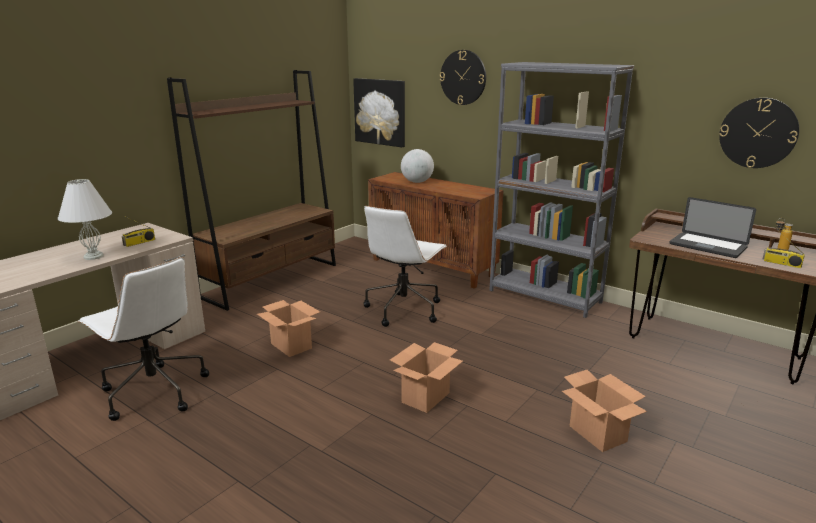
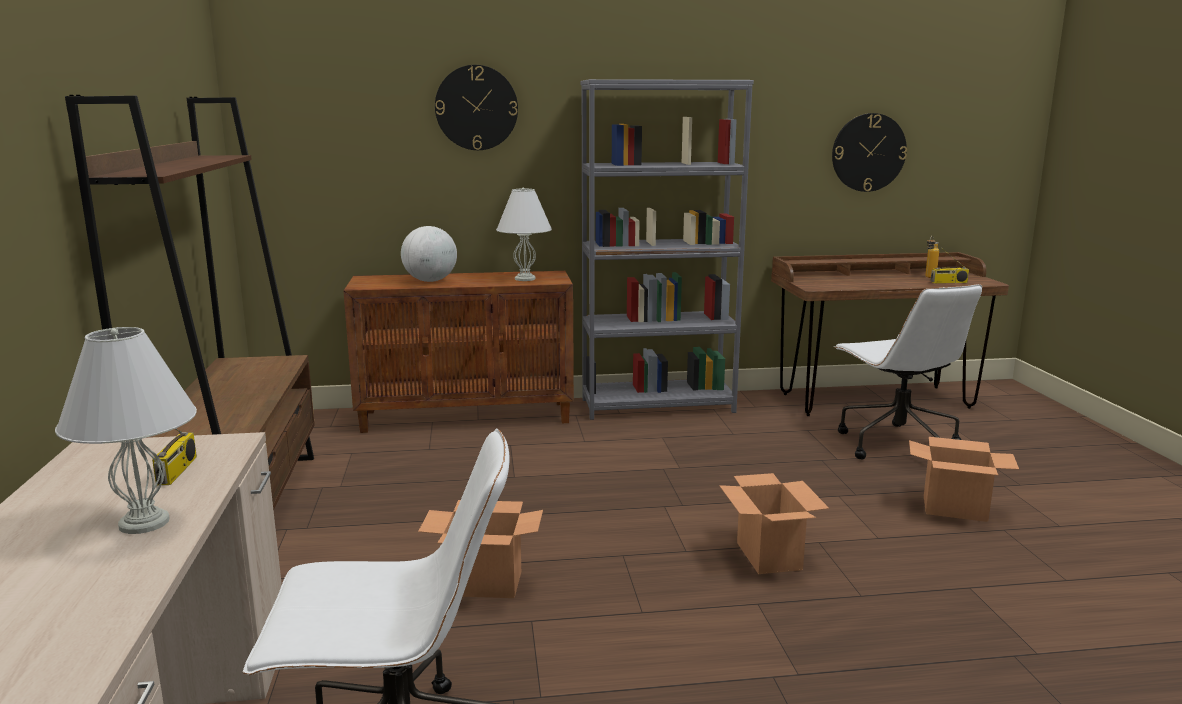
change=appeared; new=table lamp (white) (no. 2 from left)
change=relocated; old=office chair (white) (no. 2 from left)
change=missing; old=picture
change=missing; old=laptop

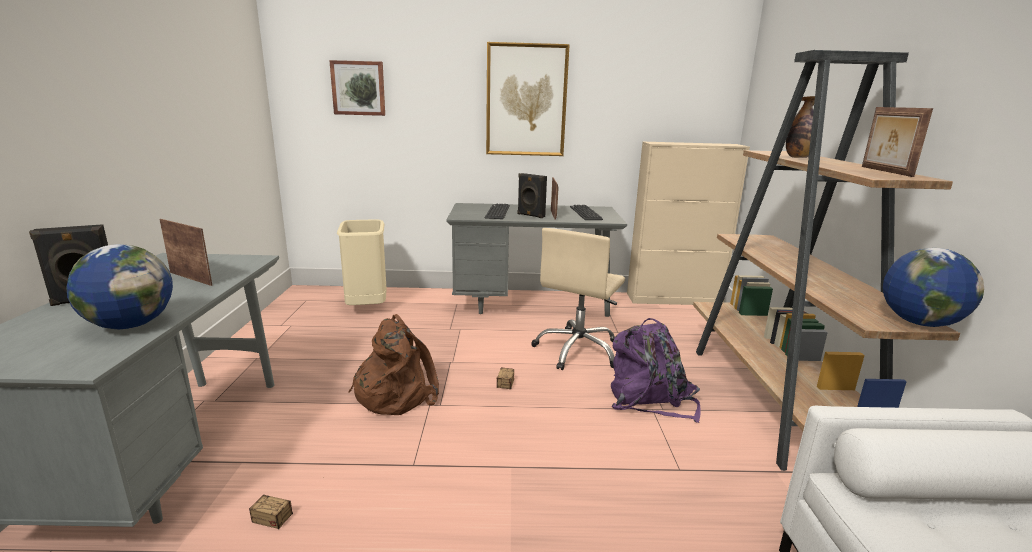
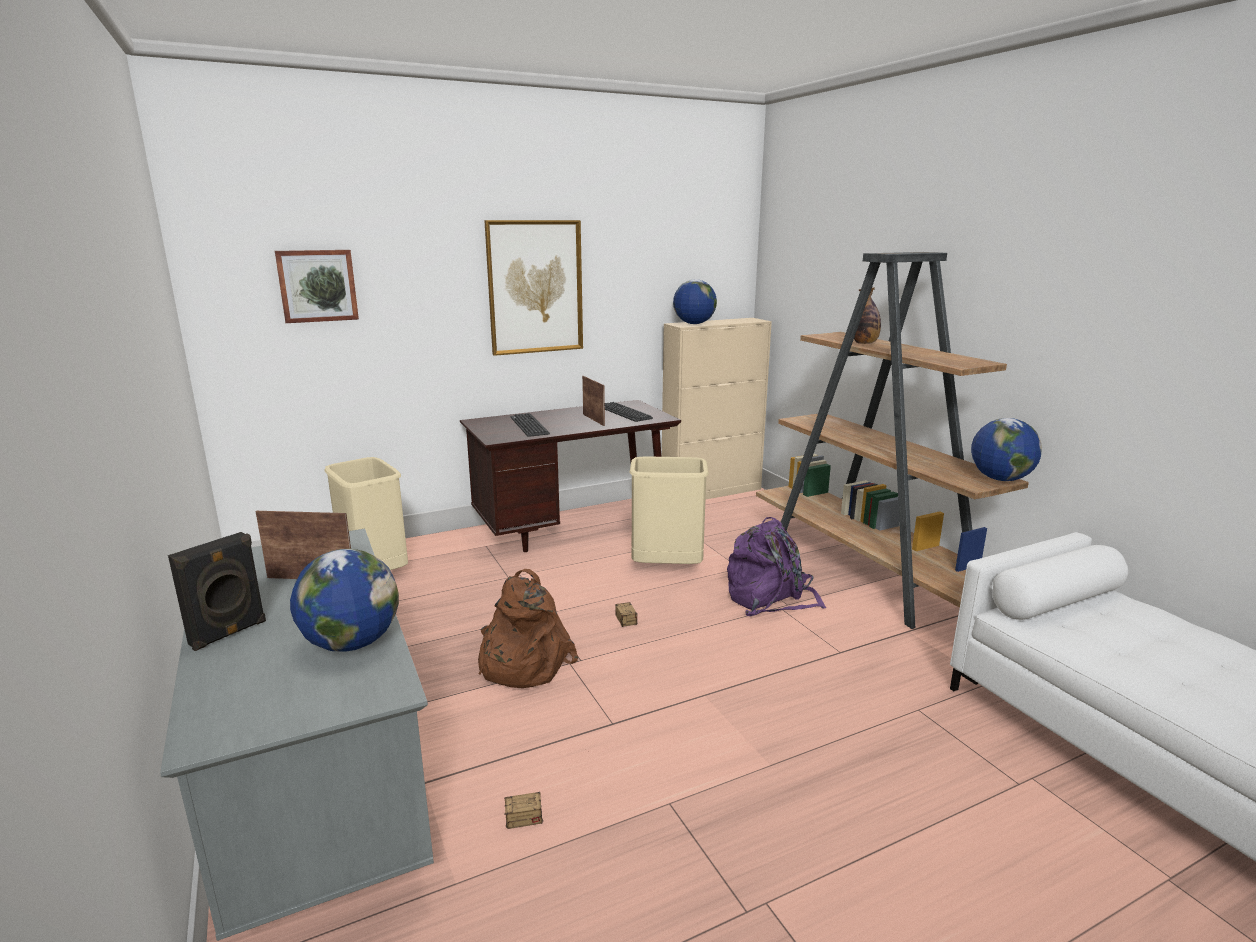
change=colour; old=desk (grey) (no. 2 from left); new=desk (brown)
change=exchanged; old=office chair (beige); new=trash can (beige) (no. 2 from left)
change=appeared; new=globe (no. 2 from left)
change=missing; old=speaker (black) (no. 2 from left)
change=missing; old=picture frame (no. 3 from left)

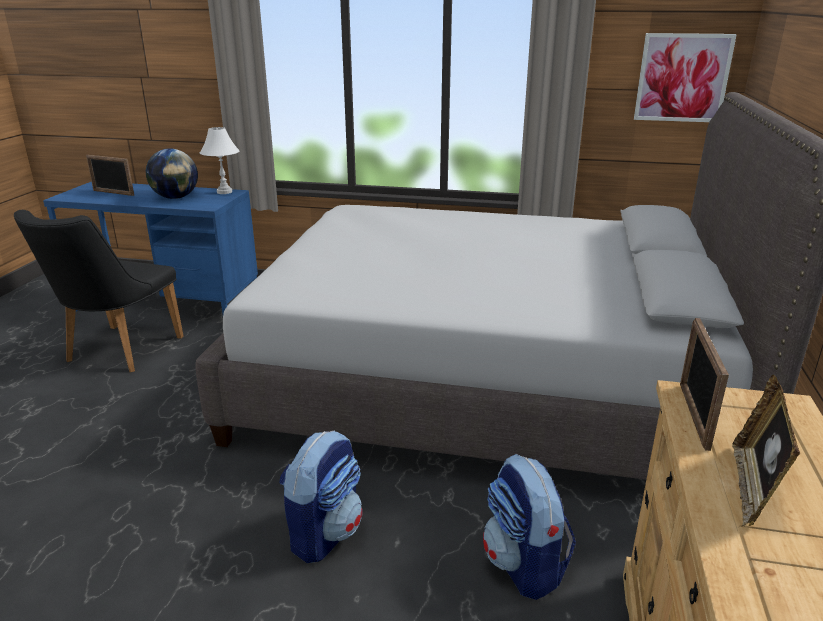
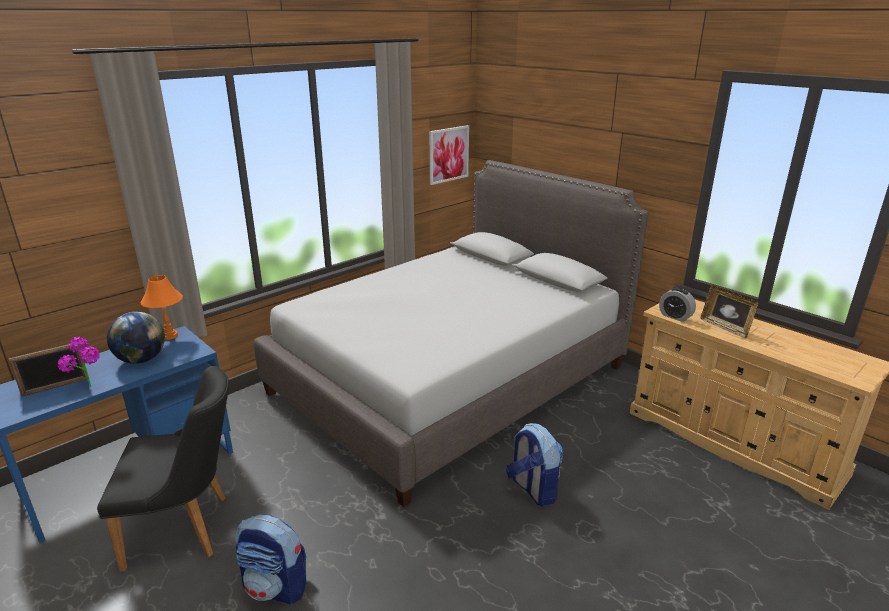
change=appeared; new=potted plant
change=spun; old=chair (black); degrees=-60
change=colour; old=table lamp (white); new=table lamp (orange)
change=relocated; old=backpack (no. 2 from left in the first image); new=backpack (no. 1 from left)
change=exchanged; old=picture frame (no. 2 from left); new=alarm clock

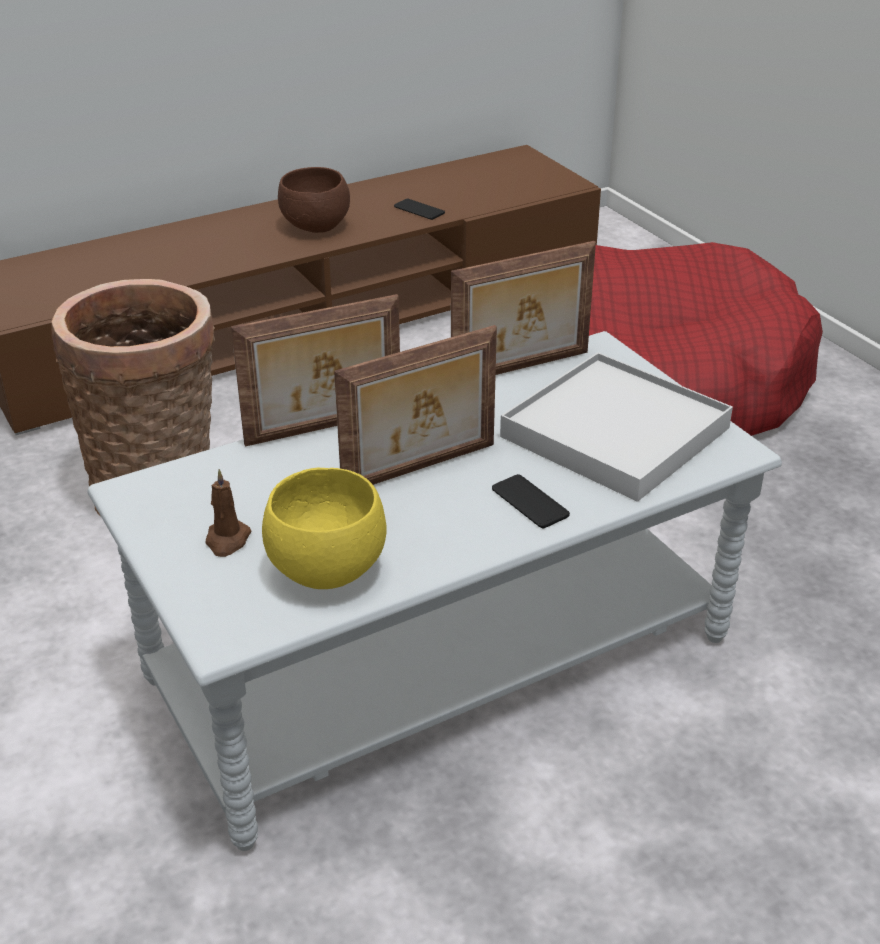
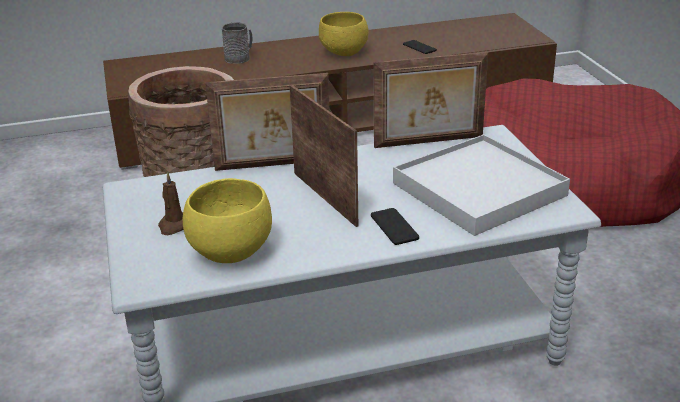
change=appeared; new=mug (grey)
change=spun; old=picture frame (no. 2 from left); degrees=-105
change=colour; old=bowl (brown); new=bowl (yellow) (no. 2 from left)

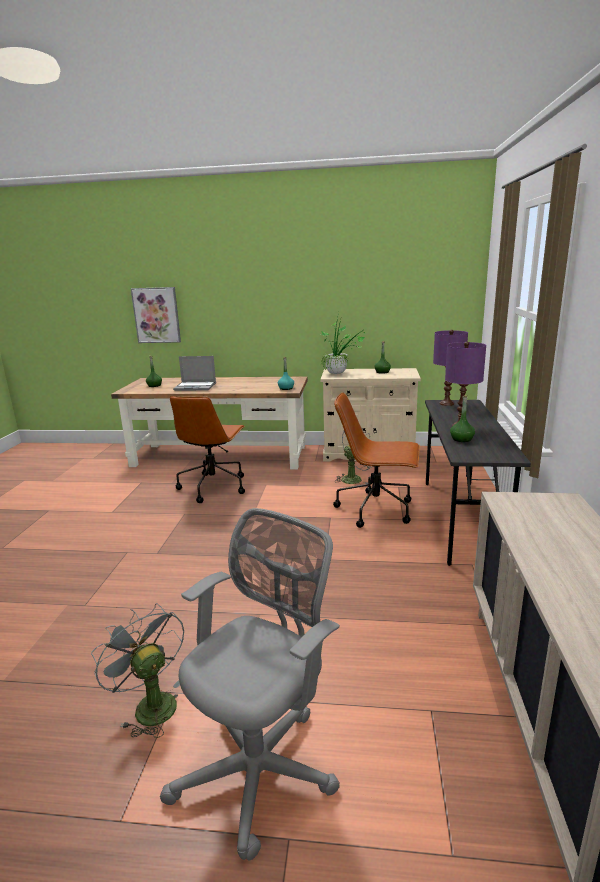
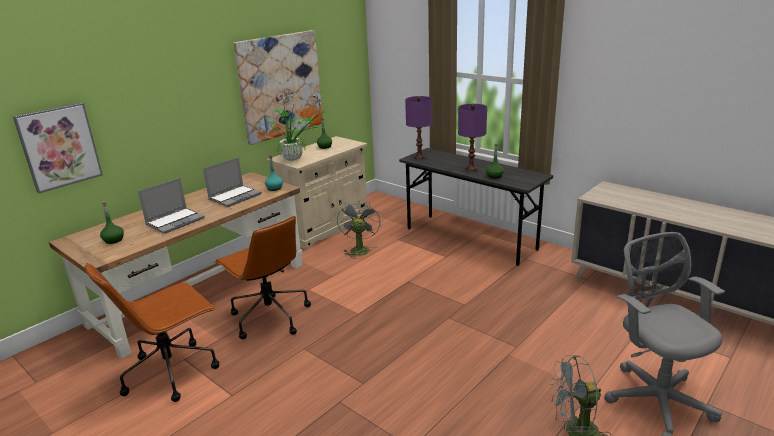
change=relocated; old=office chair (brown) (no. 2 from left in the first image); new=office chair (brown) (no. 1 from left)
change=appeared; new=laptop (no. 2 from left)
change=appeared; new=picture (no. 2 from left)

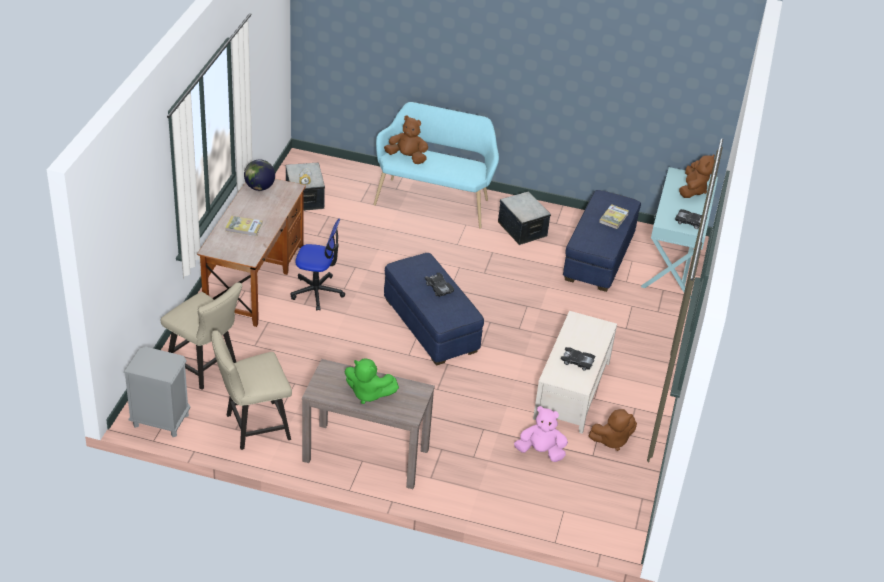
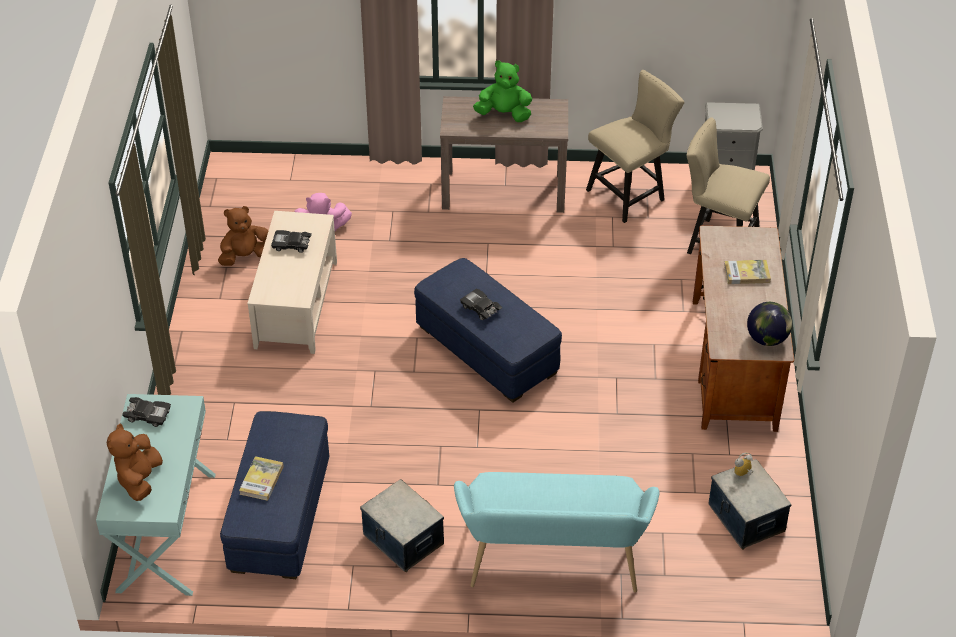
change=missing; old=office chair
change=missing; old=plush toy (brown) (no. 1 from left)

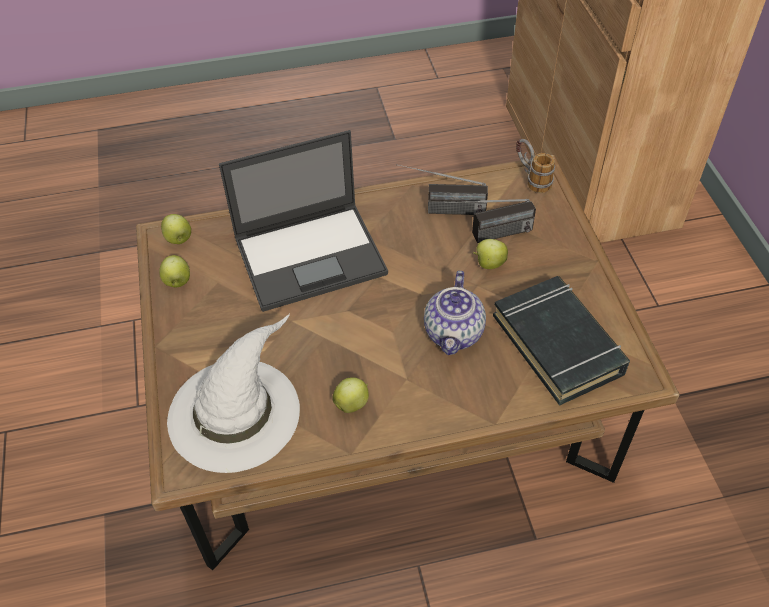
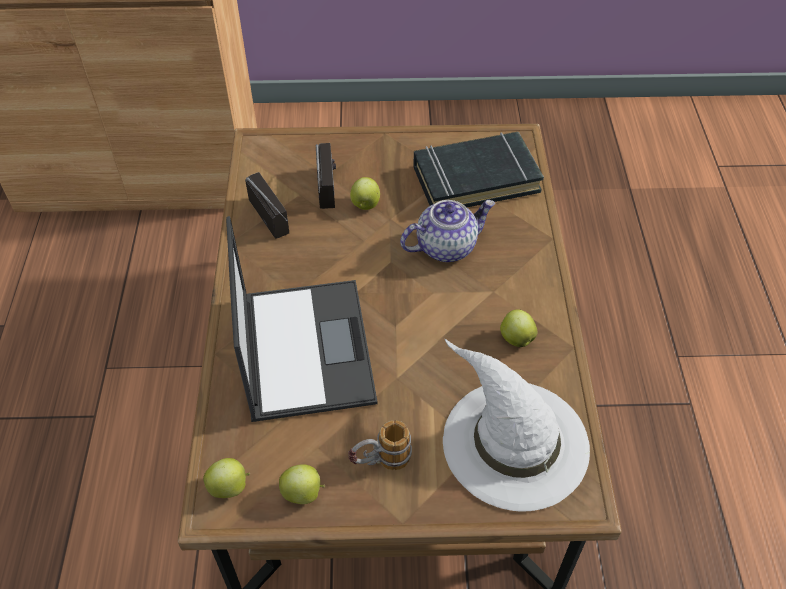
change=spun; old=radio (no. 1 from left); degrees=-45
change=relocated; old=mug
change=spun; old=teapot; degrees=-45

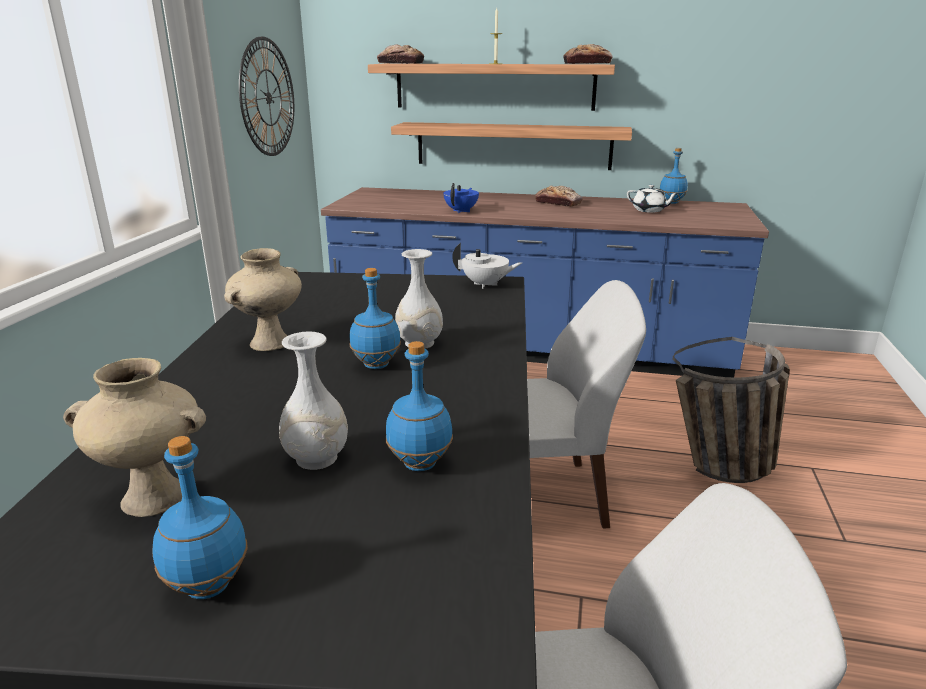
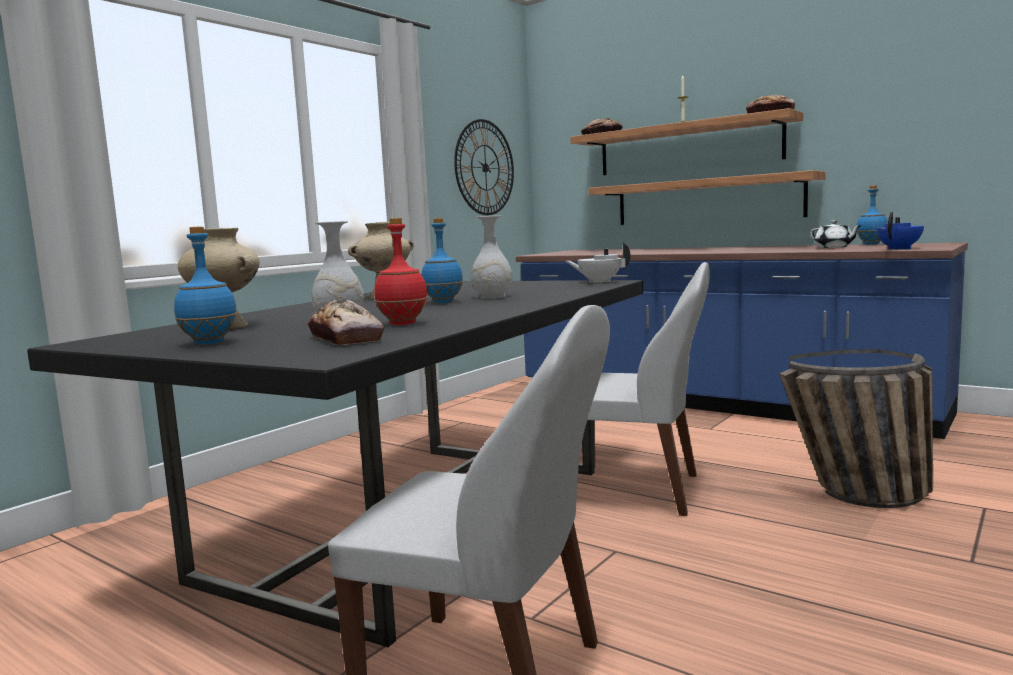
change=relocated; old=bread (no. 2 from left in the first image); new=bread (no. 1 from left)
change=colour; old=bottle (blue) (no. 3 from left); new=bottle (red)
change=spun; old=teapot (white) (no. 1 from left); degrees=150
change=relocated; old=teapot (blue)

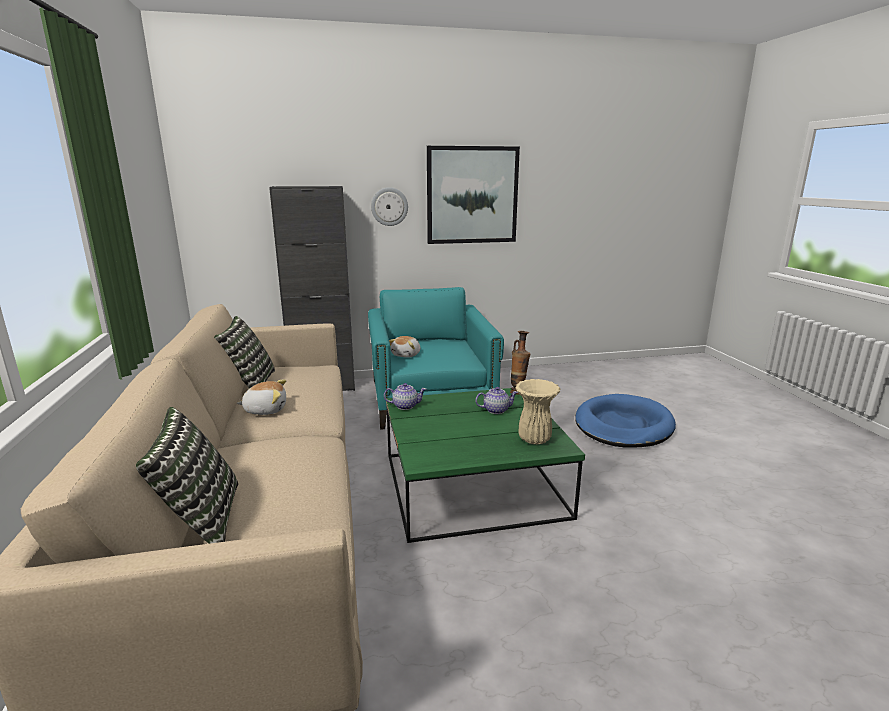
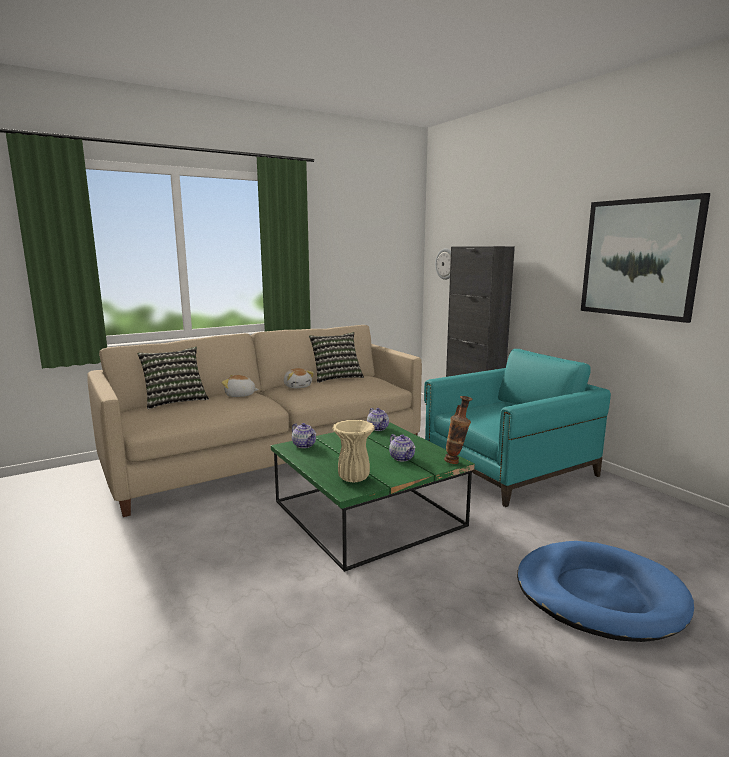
change=relocated; old=plush toy (no. 2 from left in the first image); new=plush toy (no. 1 from left)
change=appeared; new=teapot (no. 1 from left)
change=relocated; old=wall clock

